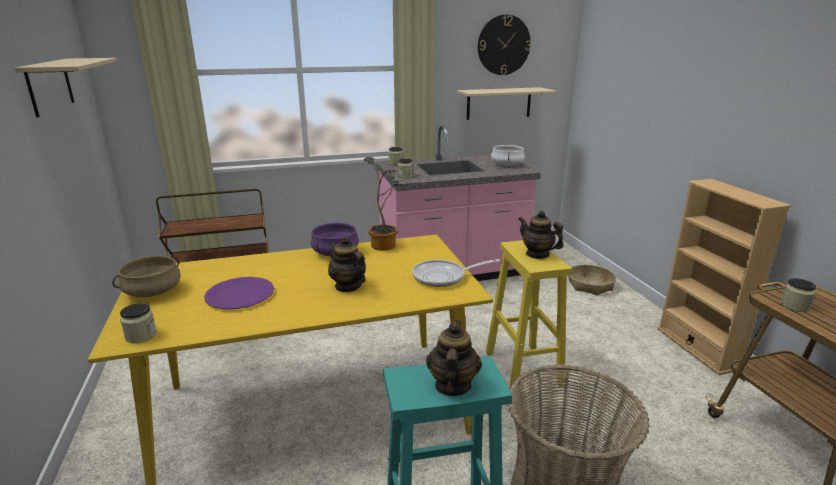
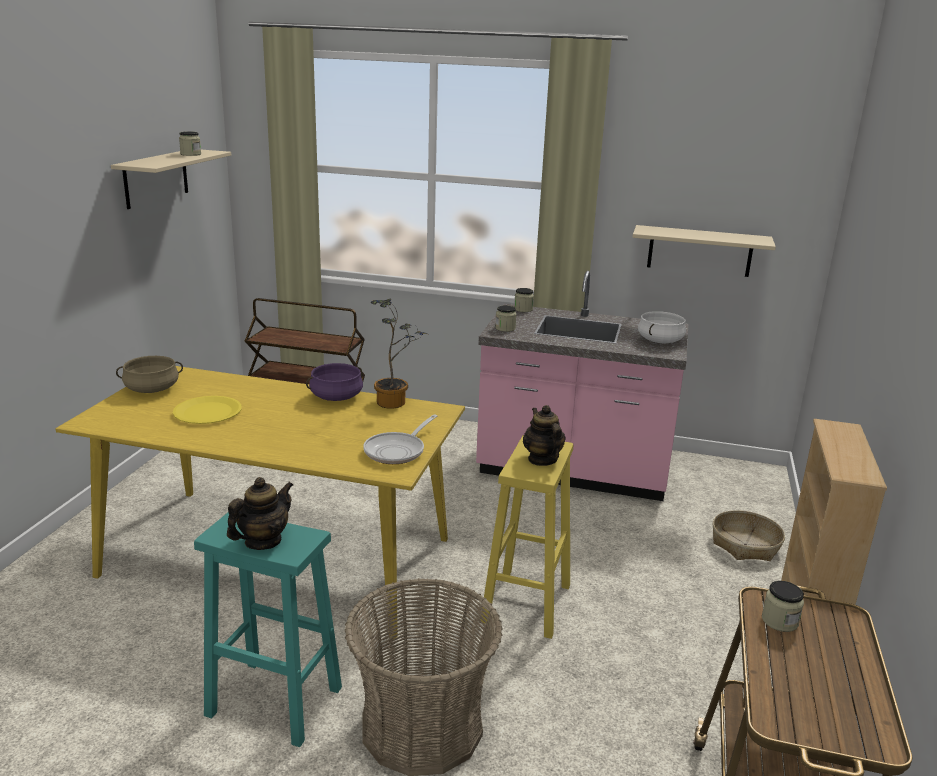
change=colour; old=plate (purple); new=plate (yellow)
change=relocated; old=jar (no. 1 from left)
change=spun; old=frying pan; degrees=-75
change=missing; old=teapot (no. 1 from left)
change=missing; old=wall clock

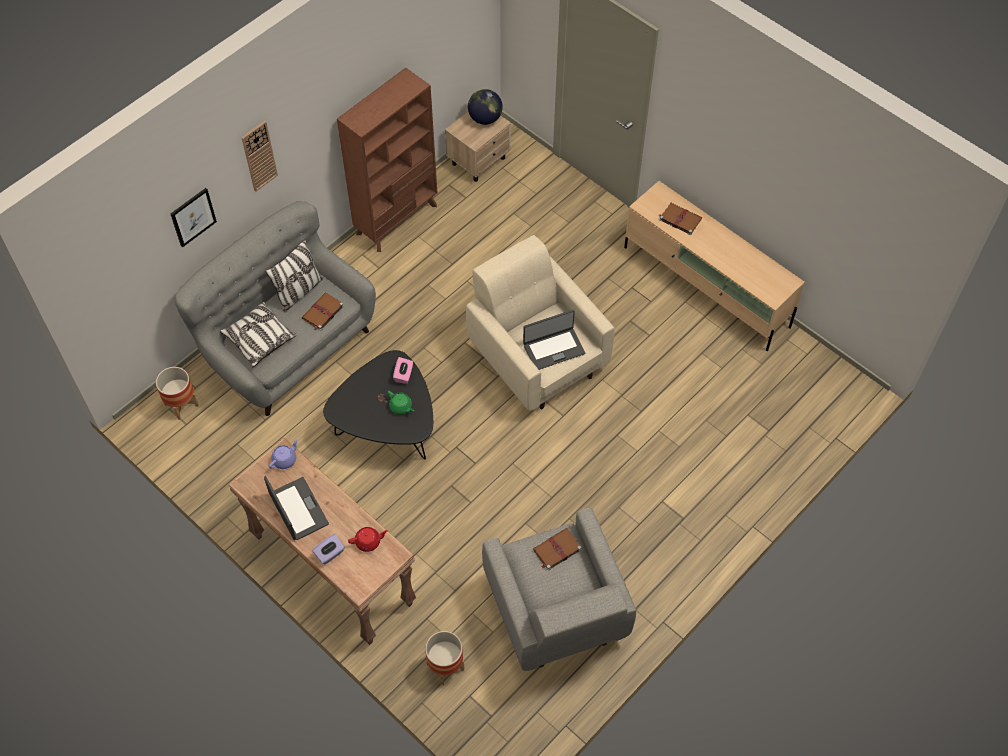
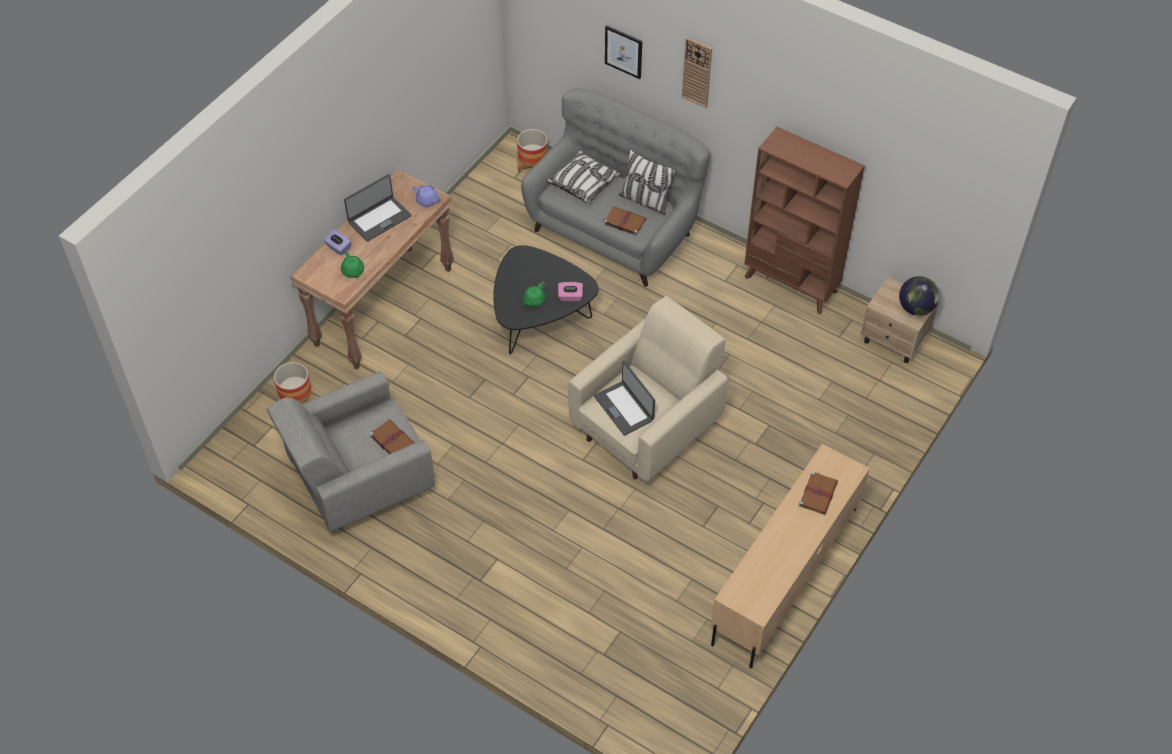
change=colour; old=teapot (red); new=teapot (green) (no. 1 from left)

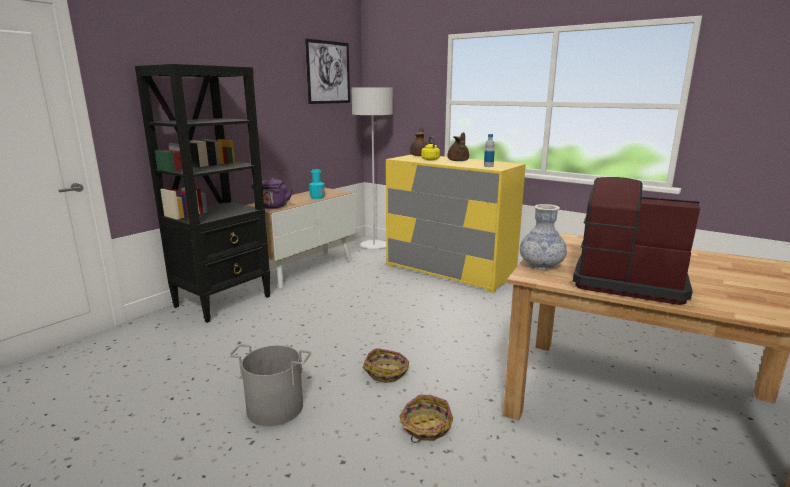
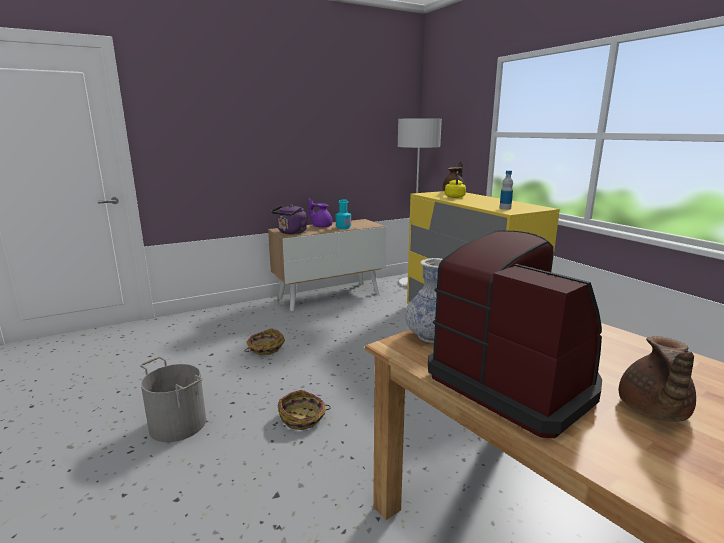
change=relocated; old=basket (no. 2 from left in the first image); new=basket (no. 1 from left)
change=appeared; new=teapot (purple)
change=relocated; old=teapot (brown) (no. 2 from left)
change=missing; old=bookcase (black)
change=missing; old=picture

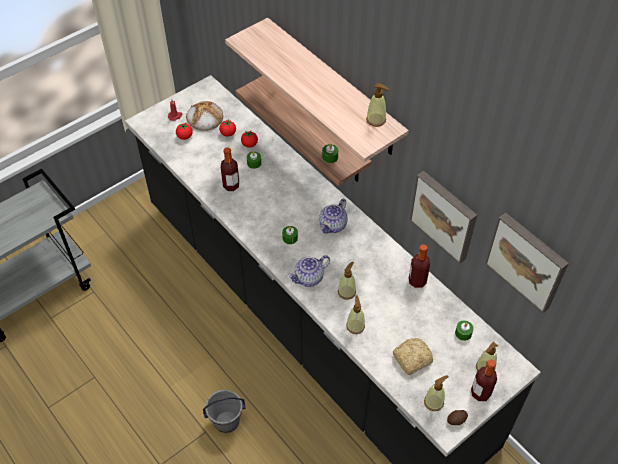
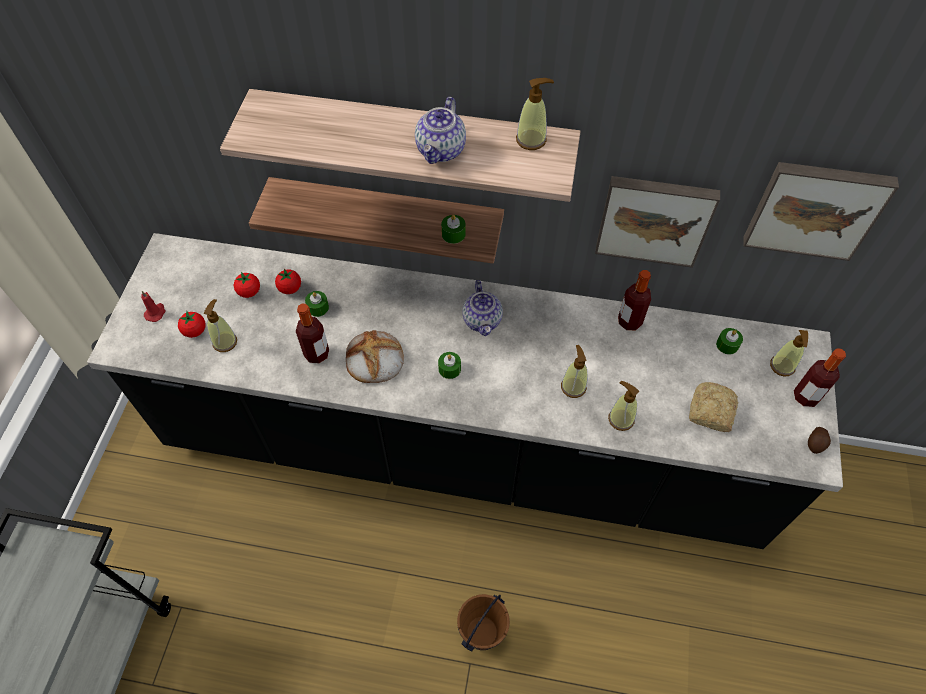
change=relocated; old=soap dispenser (no. 4 from left in the first image); new=soap dispenser (no. 1 from left)
change=relocated; old=bread (no. 1 from left)
change=relocated; old=teapot (no. 1 from left)
change=colour; old=bucket (grey); new=bucket (brown)

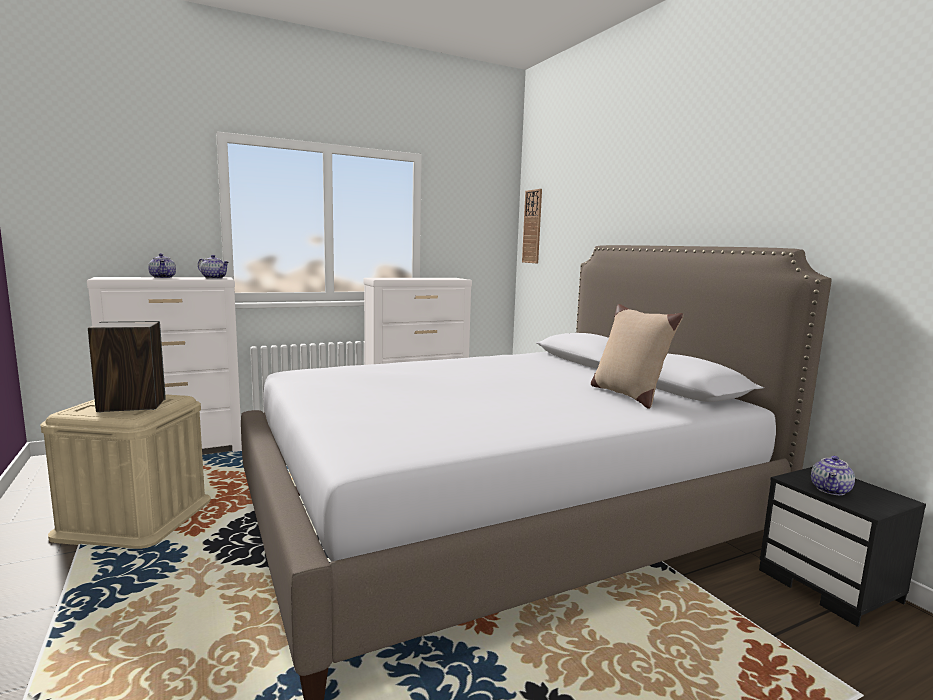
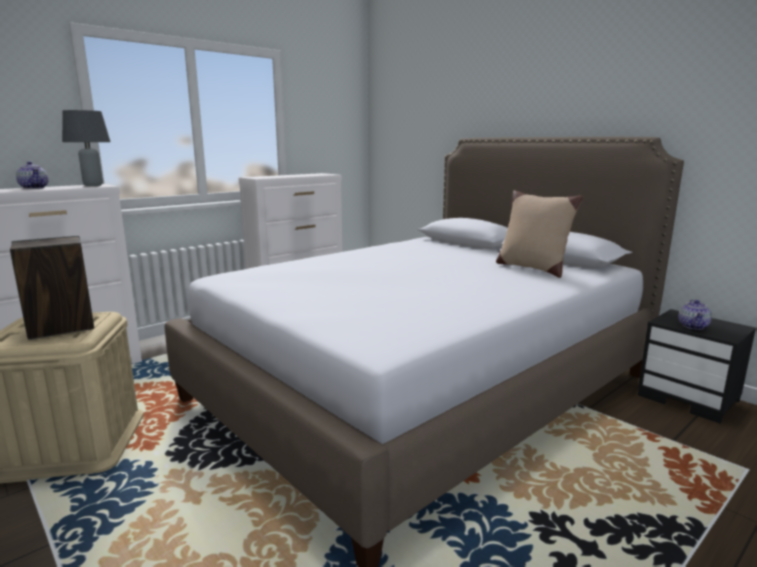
change=exchanged; old=teapot (no. 2 from left); new=table lamp (grey)
change=missing; old=wall clock

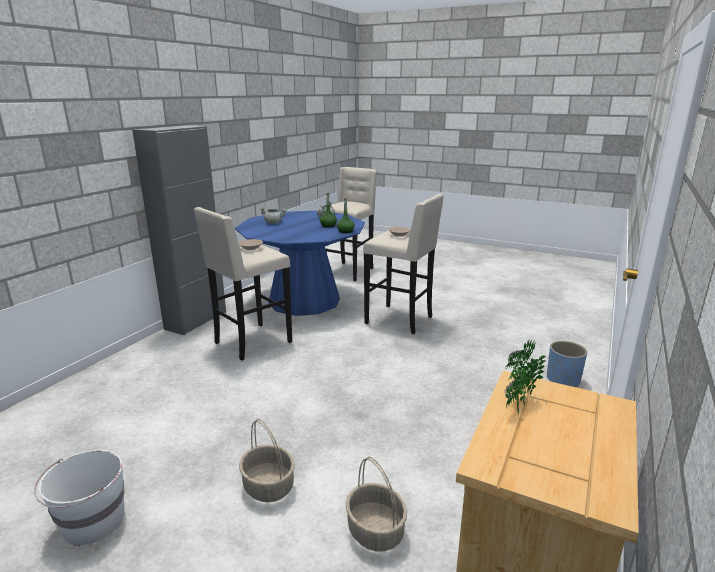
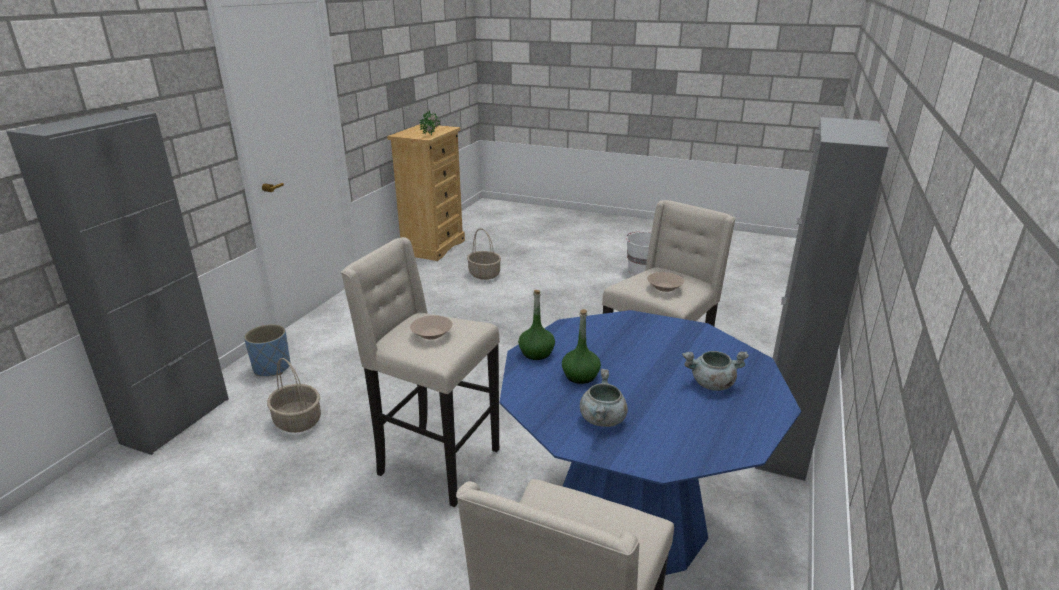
change=appeared; new=cabinet (grey) (no. 1 from left)
change=relocated; old=basket (no. 1 from left)

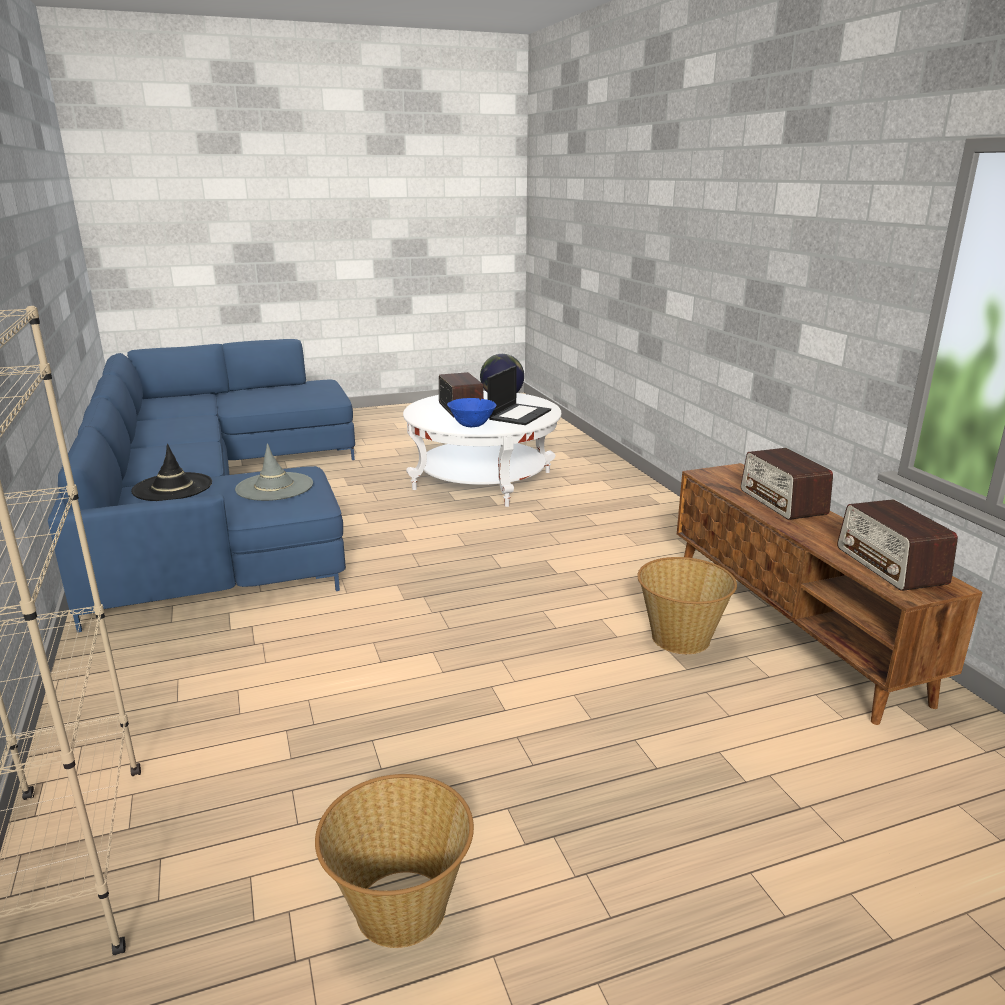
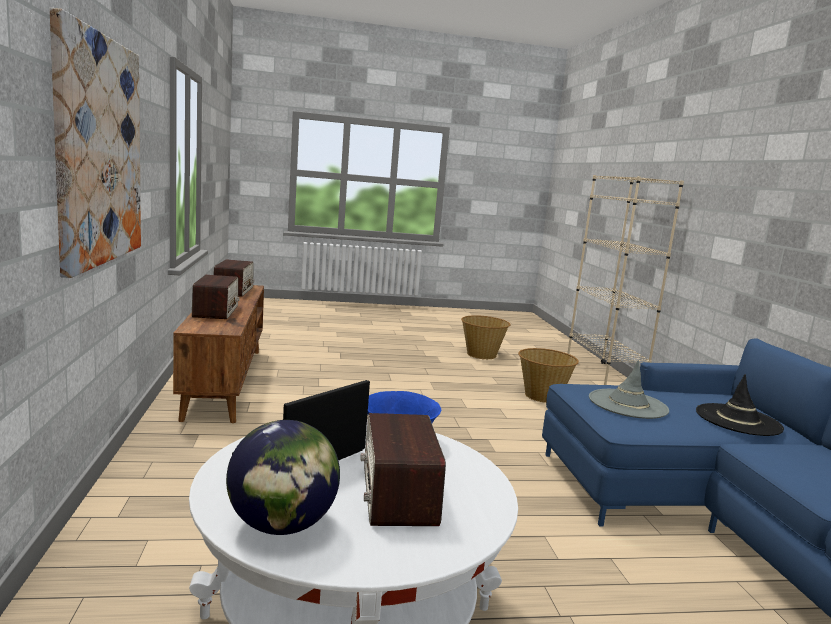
change=appeared; new=picture
change=relocated; old=basket (no. 2 from left)

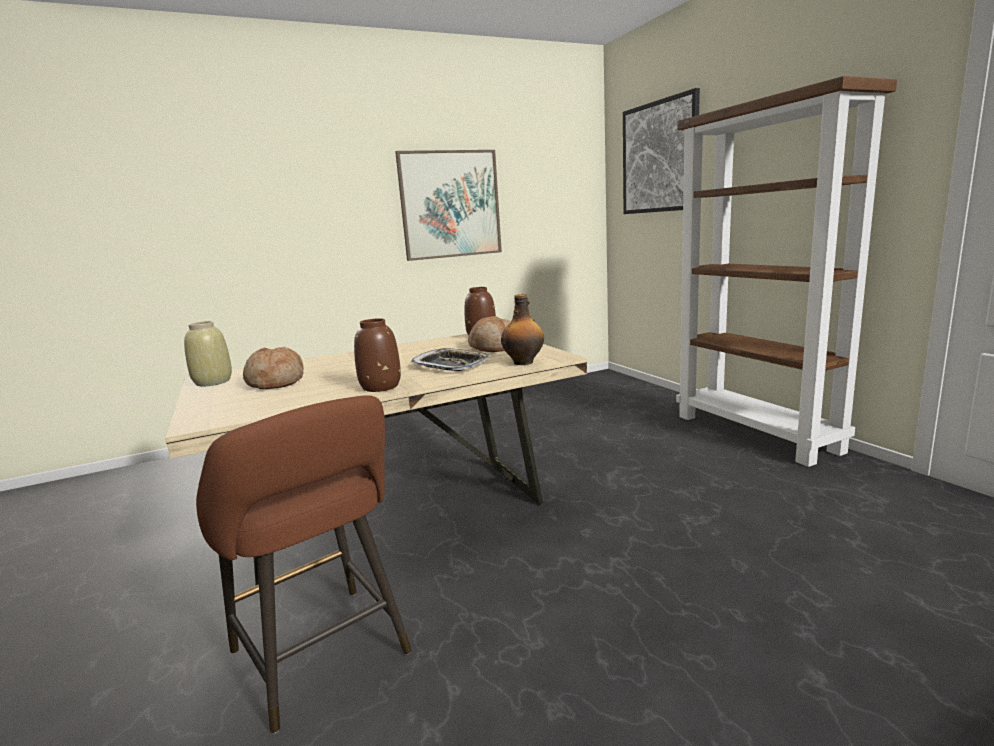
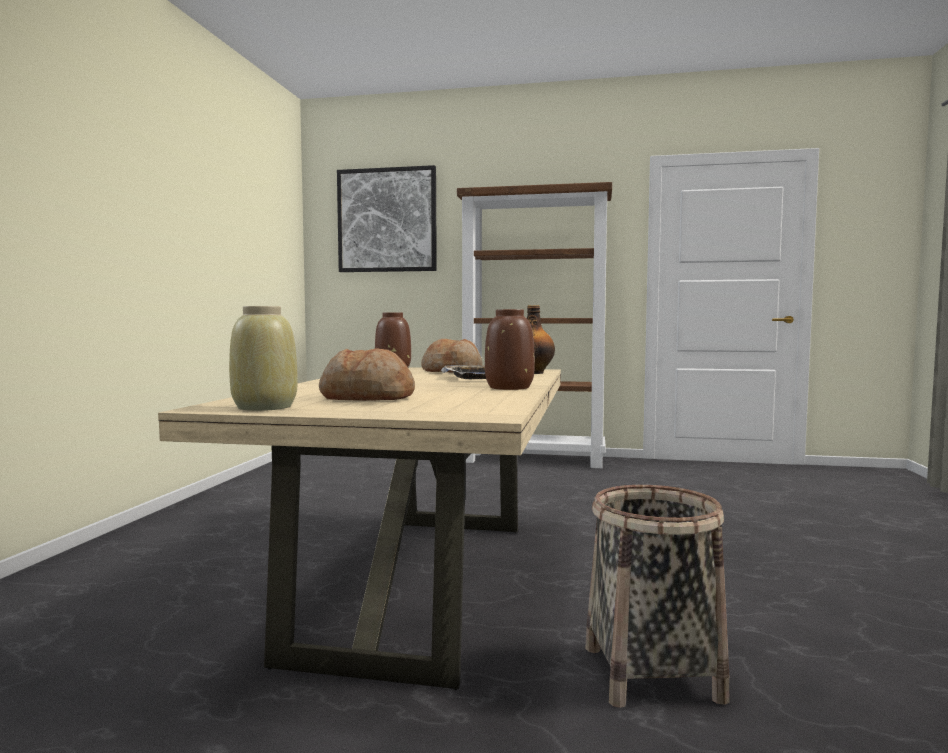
change=exchanged; old=stool (brown); new=basket
change=missing; old=picture (no. 1 from left)

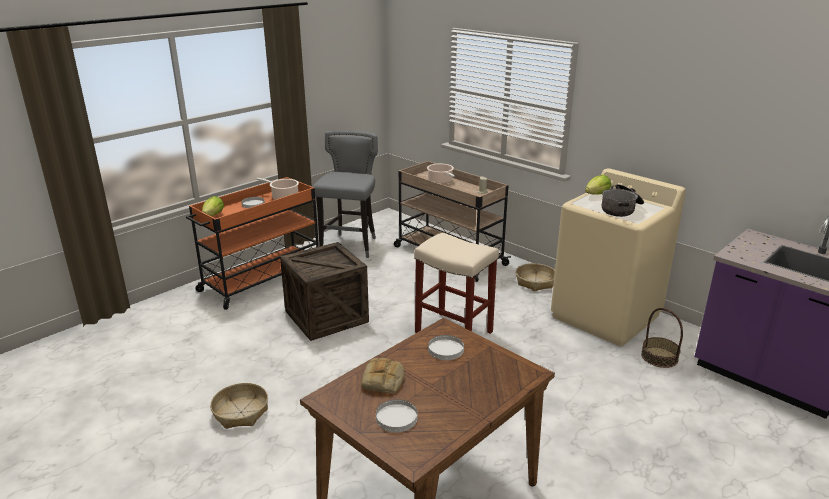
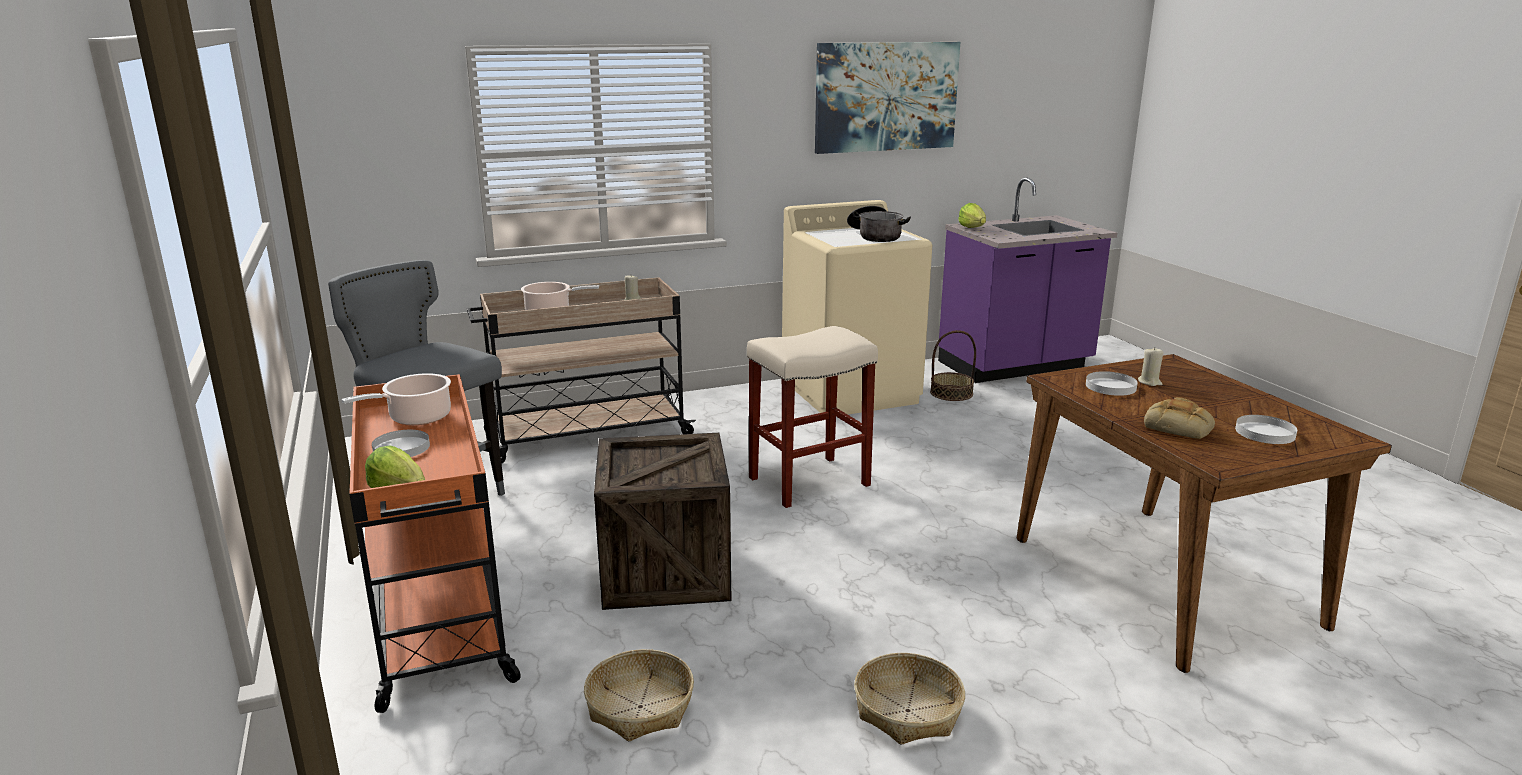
change=relocated; old=basket (no. 2 from left in the first image); new=basket (no. 1 from left)
change=appeared; new=picture
change=relocated; old=lettuce (no. 2 from left)
change=appeared; new=candle (beige) (no. 2 from left)

